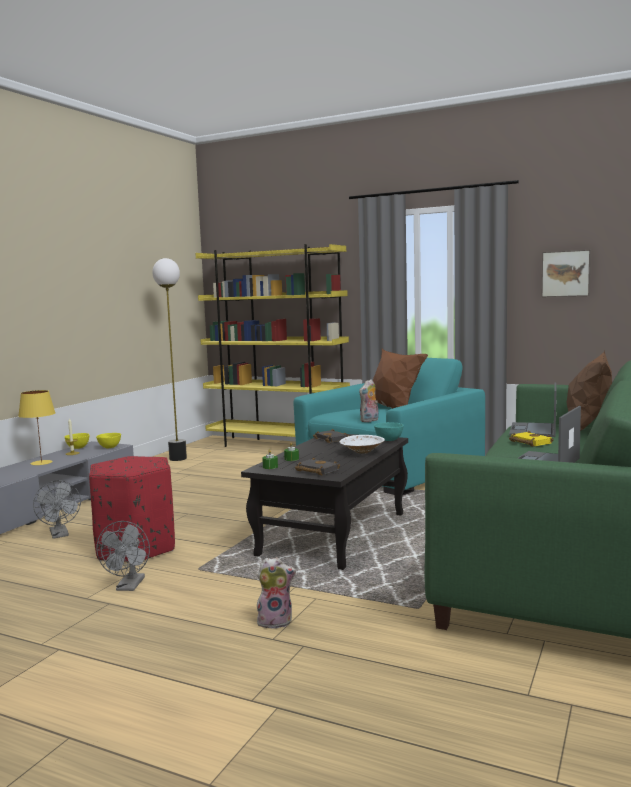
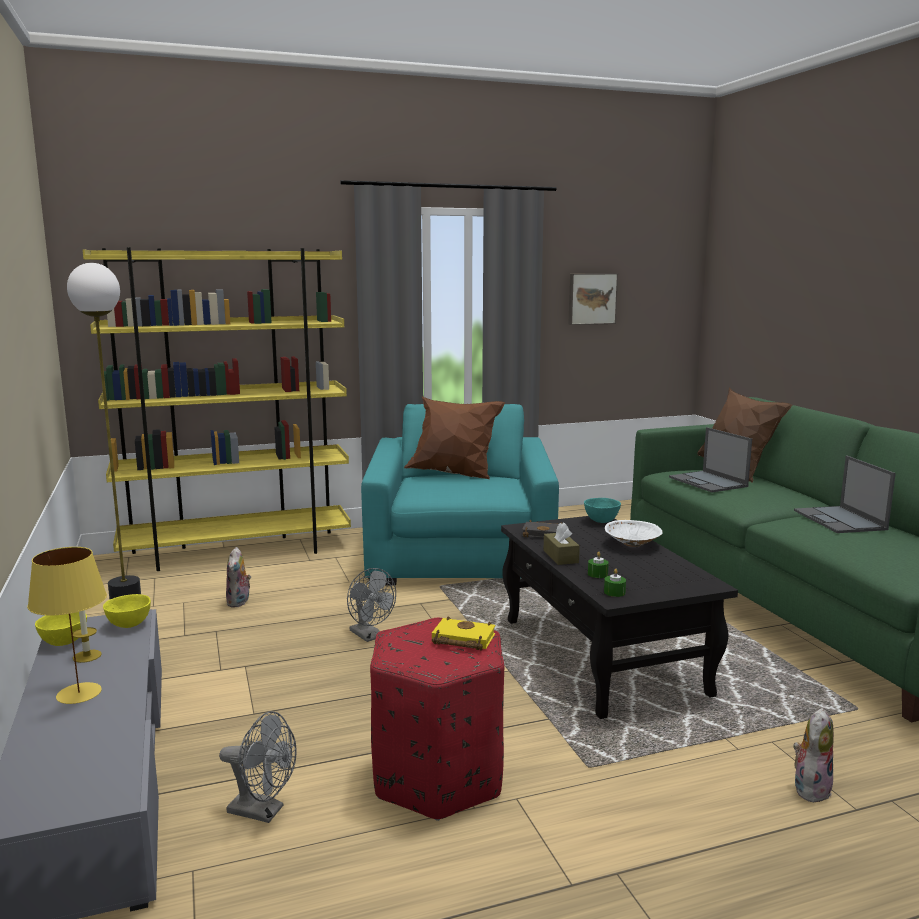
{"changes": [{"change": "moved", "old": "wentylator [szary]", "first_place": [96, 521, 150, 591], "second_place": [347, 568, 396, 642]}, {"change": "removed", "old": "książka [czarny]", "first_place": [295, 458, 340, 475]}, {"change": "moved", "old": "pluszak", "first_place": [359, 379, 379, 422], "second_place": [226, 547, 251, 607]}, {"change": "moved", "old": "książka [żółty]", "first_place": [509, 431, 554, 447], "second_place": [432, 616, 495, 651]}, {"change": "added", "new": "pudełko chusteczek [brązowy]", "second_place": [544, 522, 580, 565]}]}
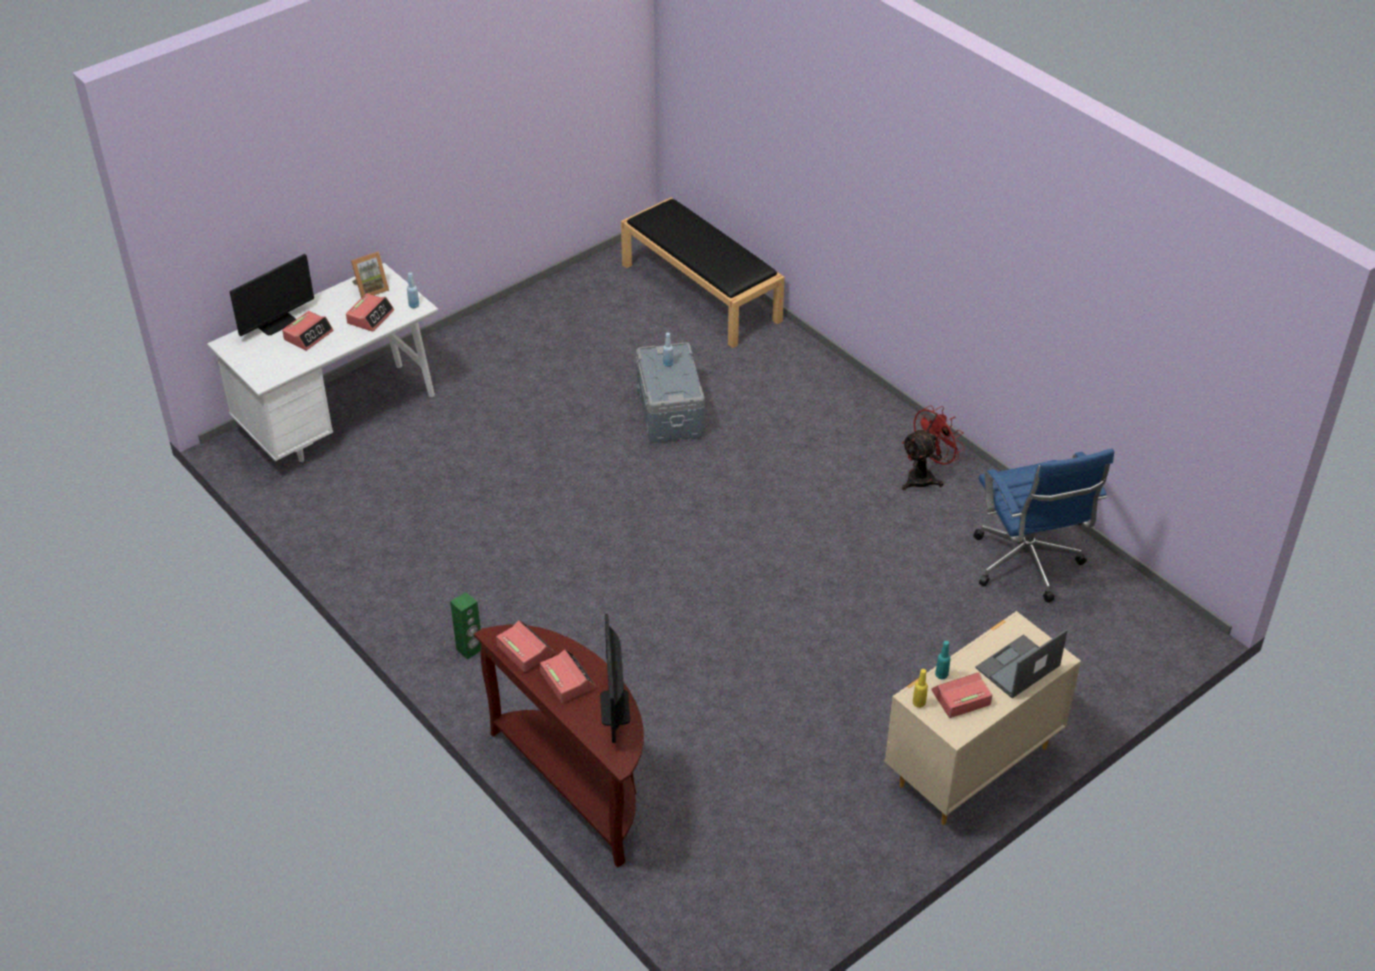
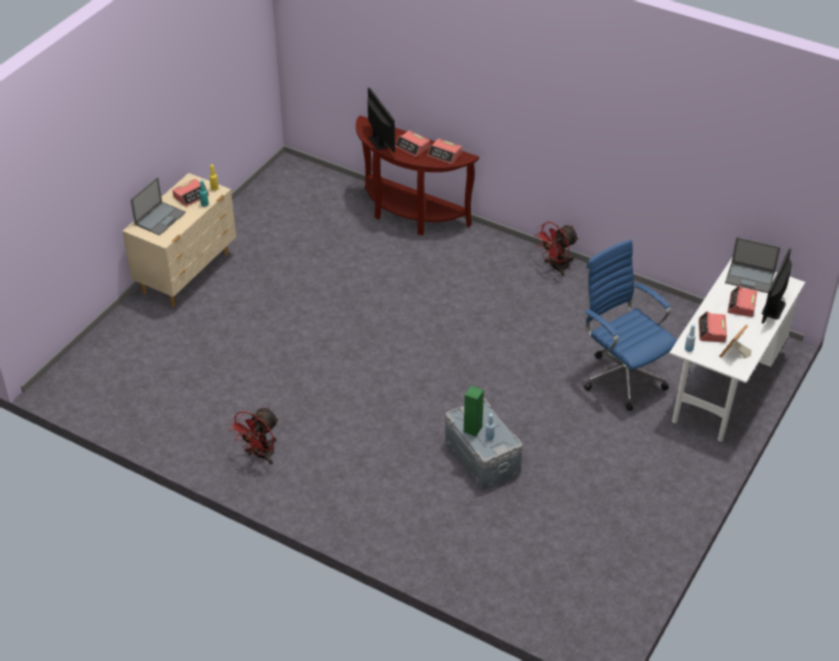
{"changes": [{"change": "moved", "old": "głośnik [zielony]", "first_place": [450, 592, 481, 659], "second_place": [464, 385, 484, 437]}, {"change": "removed", "old": "ławka [czarny]", "first_place": [621, 197, 785, 348]}, {"change": "moved", "old": "krzesło biurowe [niebieski]", "first_place": [973, 449, 1114, 603], "second_place": [583, 239, 677, 411]}, {"change": "added", "new": "wentylator [czerwony]", "second_place": [534, 222, 579, 276]}, {"change": "added", "new": "laptop", "second_place": [725, 237, 781, 293]}]}
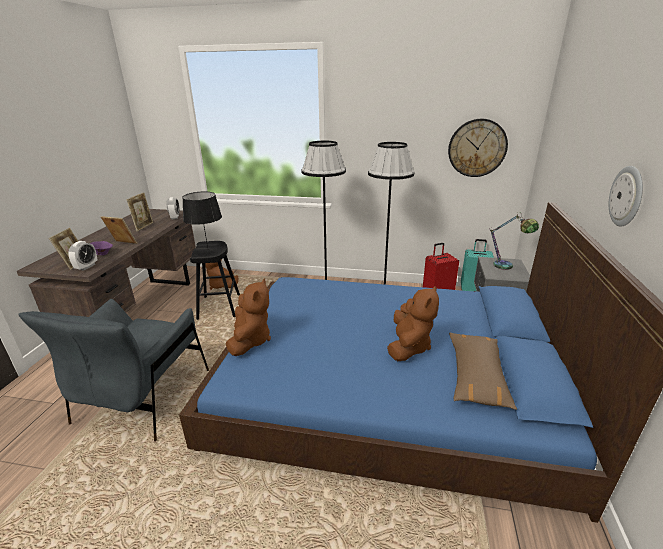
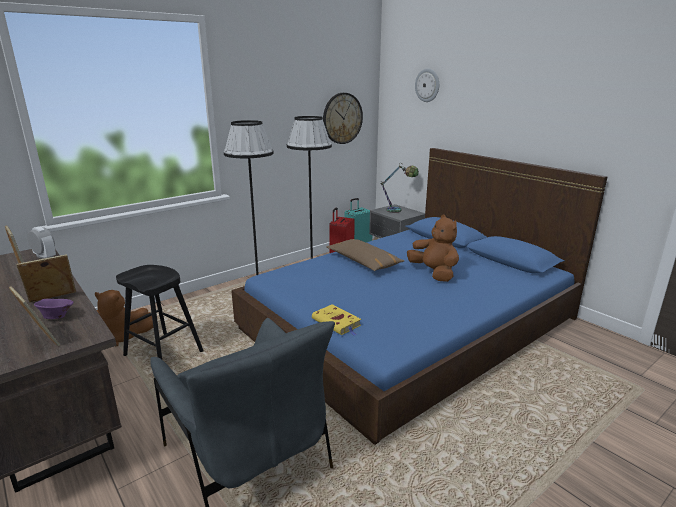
{"changes": [{"change": "removed", "old": "budzik", "first_place": [68, 241, 97, 271]}, {"change": "removed", "old": "lampa stołowa [czarny]", "first_place": [182, 192, 222, 248]}, {"change": "replaced", "old": "pluszak [brązowy]", "new": "książka [żółty]", "first_place": [226, 279, 271, 356], "second_place": [312, 304, 361, 336]}, {"change": "moved", "old": "poduszka [brązowy]", "first_place": [449, 333, 517, 410], "second_place": [326, 239, 404, 271]}, {"change": "moved", "old": "zegar ścienny", "first_place": [609, 166, 643, 227], "second_place": [415, 69, 439, 102]}]}
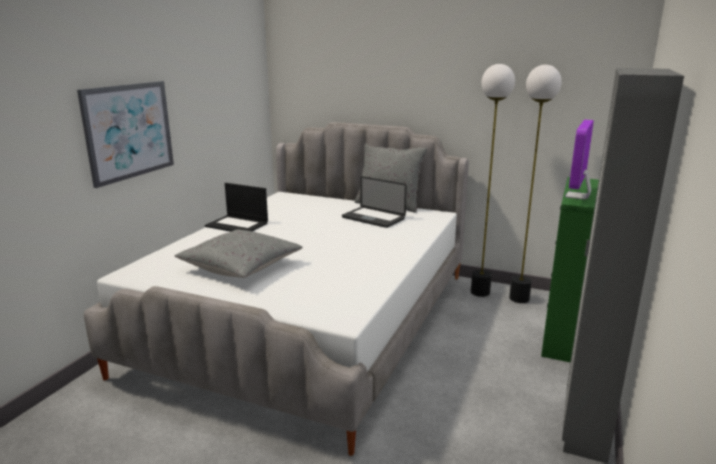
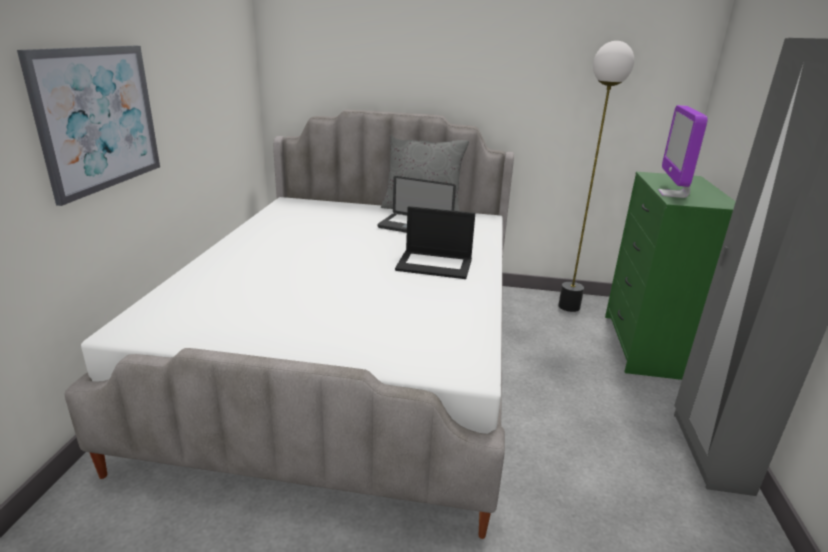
{"changes": [{"change": "removed", "old": "poduszka [szary]", "first_place": [175, 229, 303, 278]}, {"change": "moved", "old": "laptop", "first_place": [205, 183, 268, 232], "second_place": [395, 206, 475, 279]}, {"change": "removed", "old": "lampa stojąca", "first_place": [471, 64, 515, 297]}]}
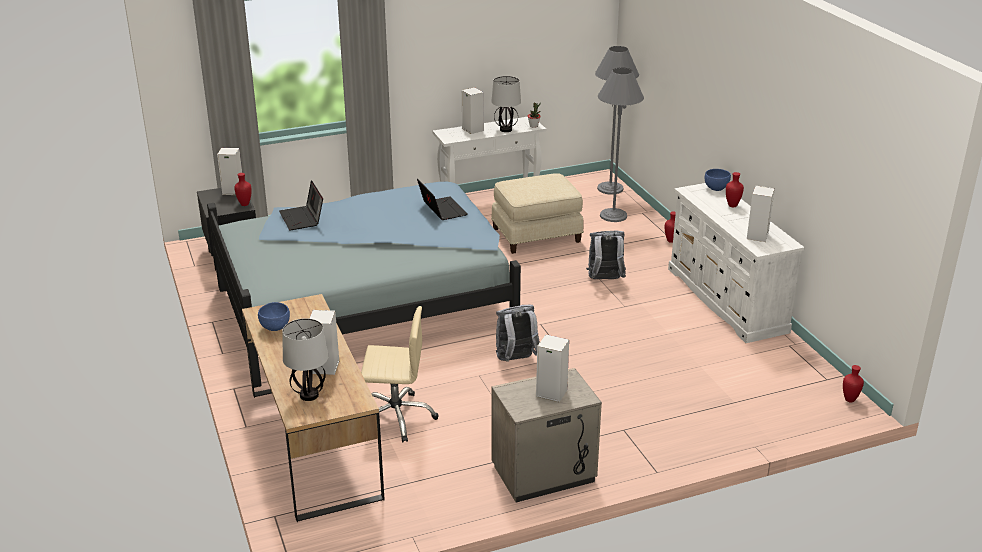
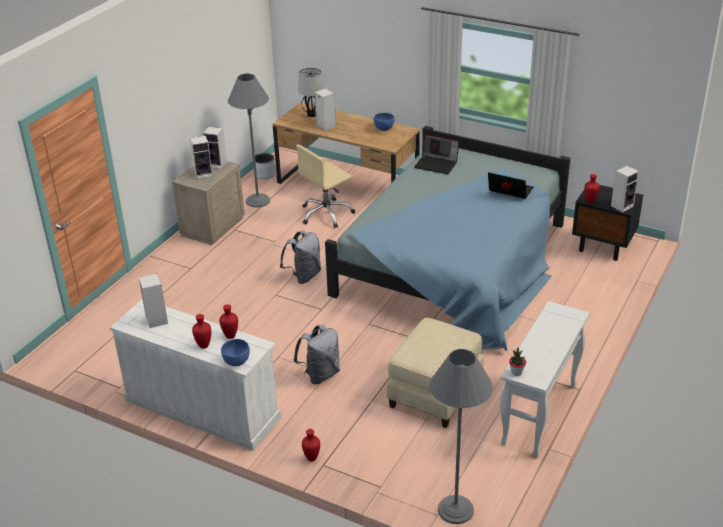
{"changes": [{"change": "moved", "old": "laptop", "first_place": [417, 178, 467, 220], "second_place": [414, 134, 459, 174]}, {"change": "moved", "old": "głośnik", "first_place": [462, 87, 484, 134], "second_place": [203, 127, 227, 169]}, {"change": "removed", "old": "lampa stołowa", "first_place": [491, 76, 521, 132]}, {"change": "moved", "old": "lampa stojąca [szary]", "first_place": [598, 67, 644, 222], "second_place": [228, 74, 270, 208]}, {"change": "moved", "old": "wazon [czerwony]", "first_place": [843, 365, 864, 402], "second_place": [219, 304, 238, 339]}, {"change": "added", "new": "donica [szary]", "second_place": [253, 153, 276, 179]}]}
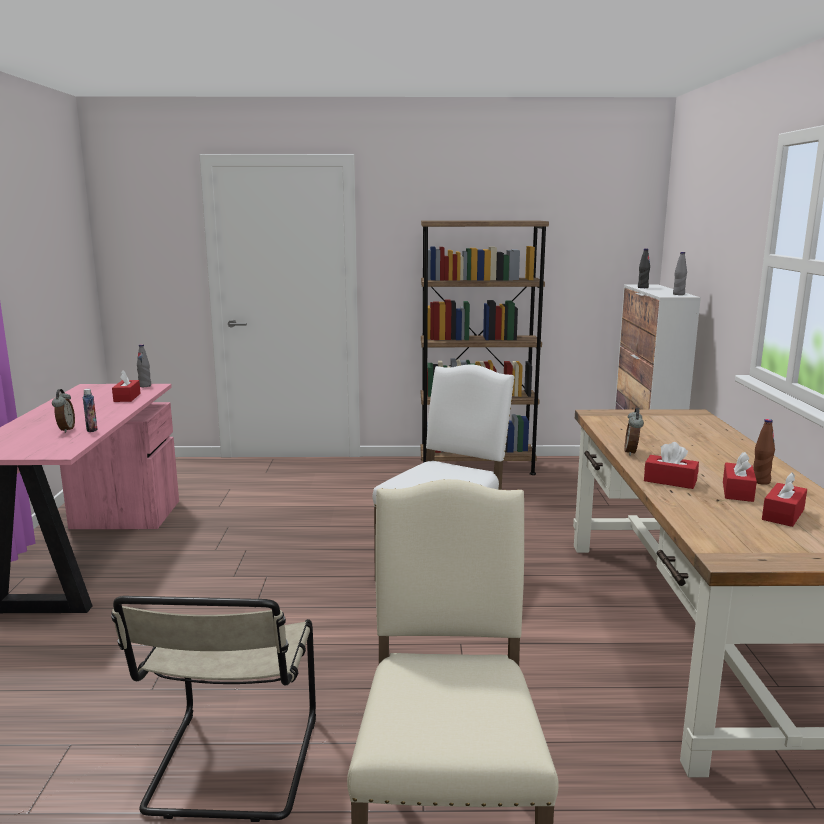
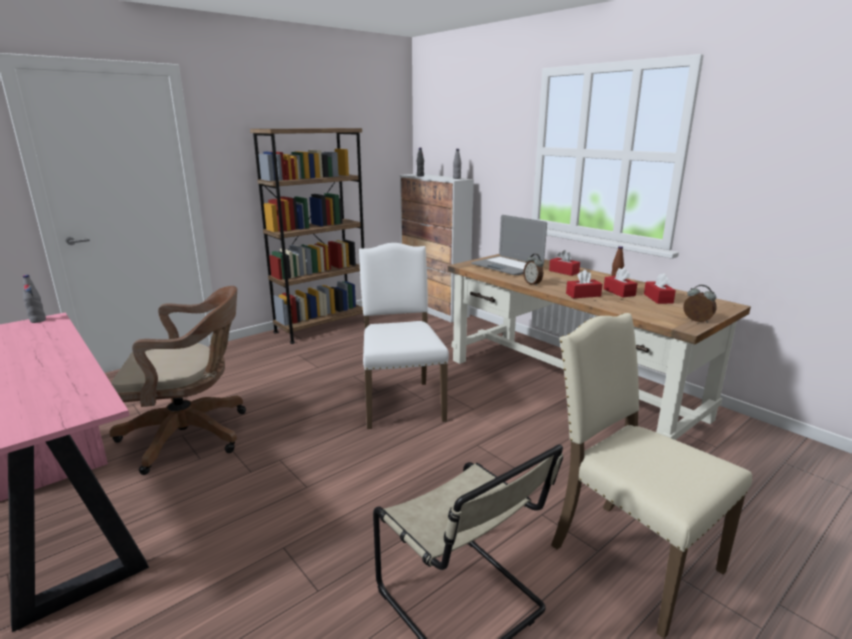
{"changes": [{"change": "moved", "old": "budzik", "first_place": [52, 389, 75, 433], "second_place": [683, 285, 717, 323]}, {"change": "removed", "old": "butelka", "first_place": [83, 389, 97, 432]}, {"change": "moved", "old": "pudełko chusteczek [czerwony]", "first_place": [112, 371, 141, 402], "second_place": [549, 250, 580, 276]}, {"change": "added", "new": "krzesło biurowe [brązowy]", "second_place": [110, 286, 246, 475]}, {"change": "added", "new": "laptop", "second_place": [471, 215, 547, 275]}]}
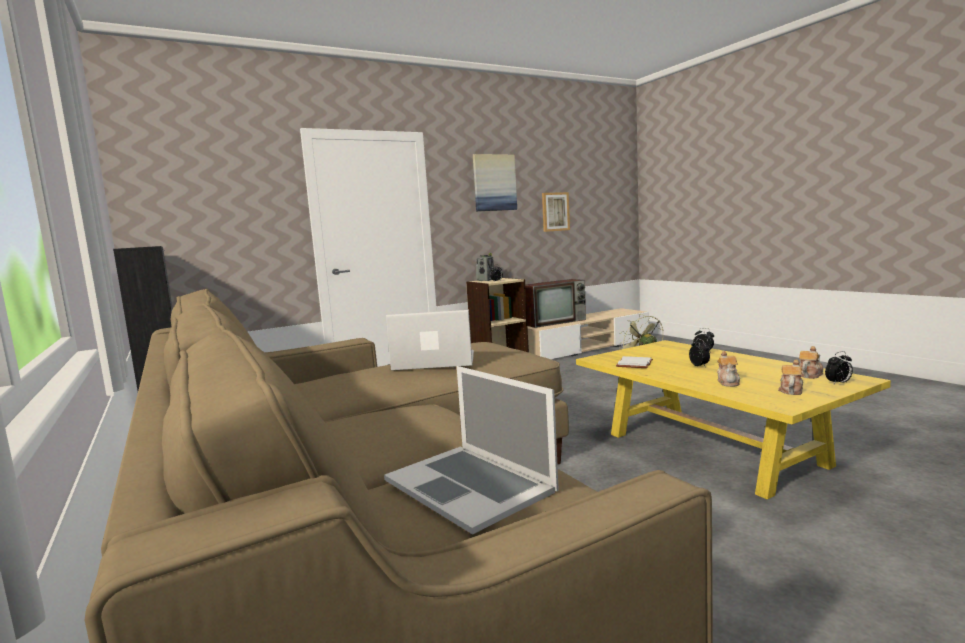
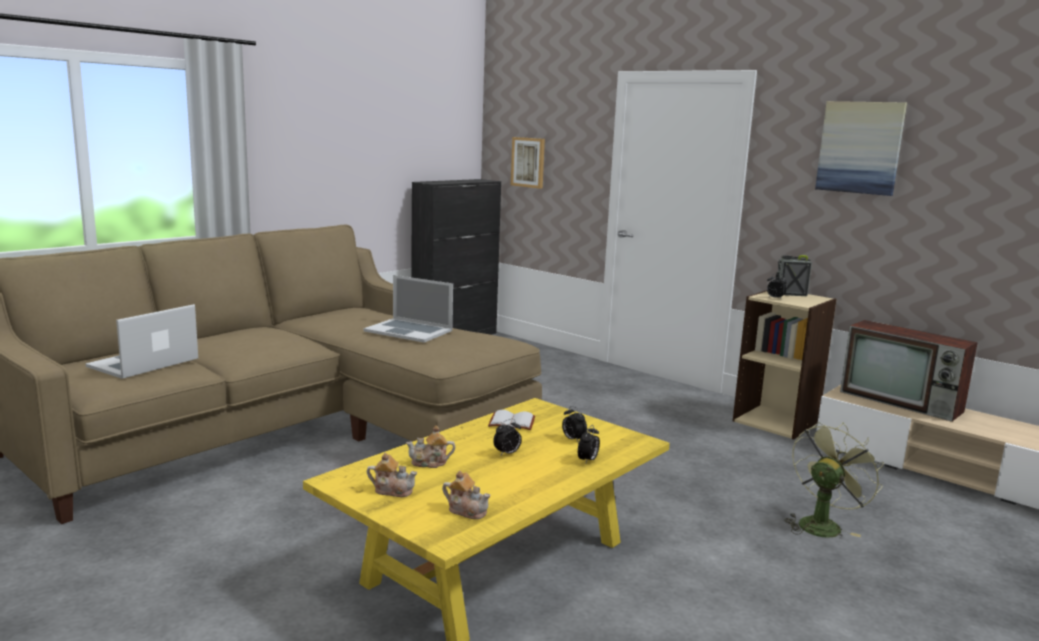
{"changes": [{"change": "turned", "old": "laptop", "first_place": [386, 310, 474, 370], "second_place": [364, 275, 453, 343], "degrees": 135}, {"change": "moved", "old": "obraz", "first_place": [542, 192, 570, 232], "second_place": [511, 137, 545, 189]}, {"change": "moved", "old": "budzik", "first_place": [825, 351, 853, 384], "second_place": [562, 406, 587, 442]}]}
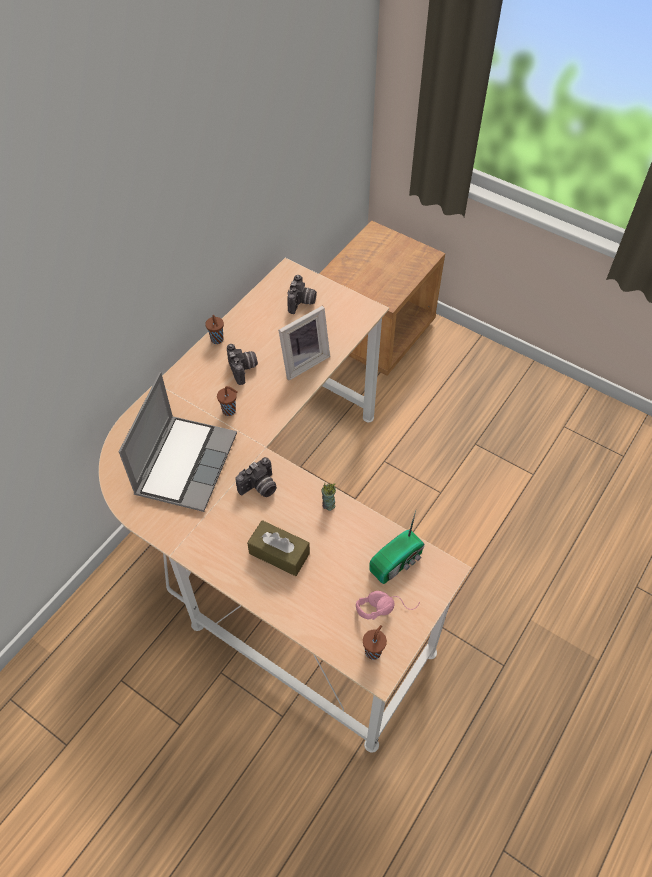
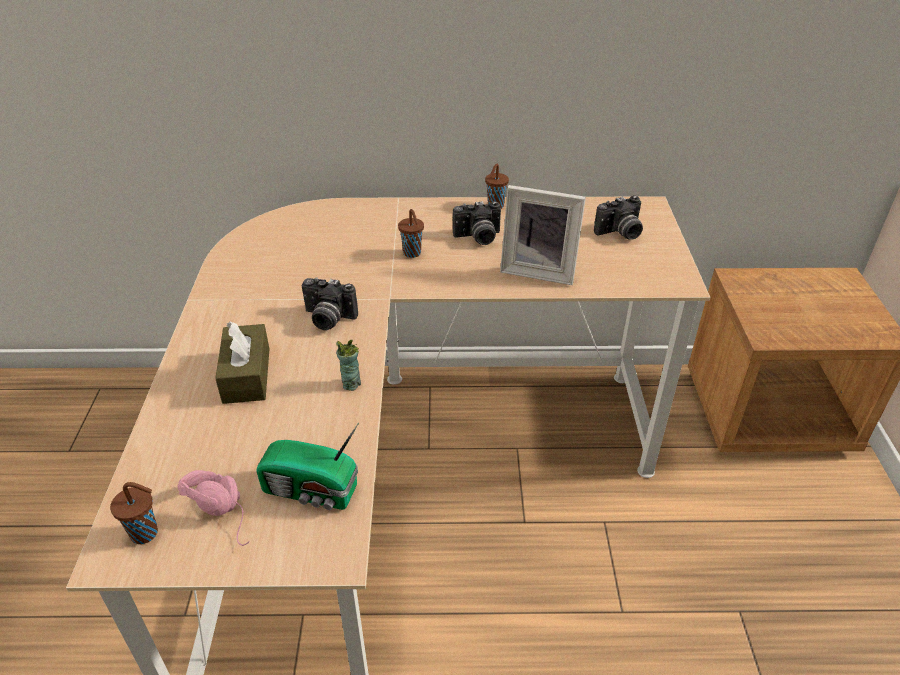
{"changes": [{"change": "removed", "old": "laptop", "first_place": [119, 372, 237, 512]}, {"change": "turned", "old": "aparat fotograficzny", "first_place": [227, 344, 258, 385], "second_place": [453, 201, 501, 245], "degrees": 45}]}
